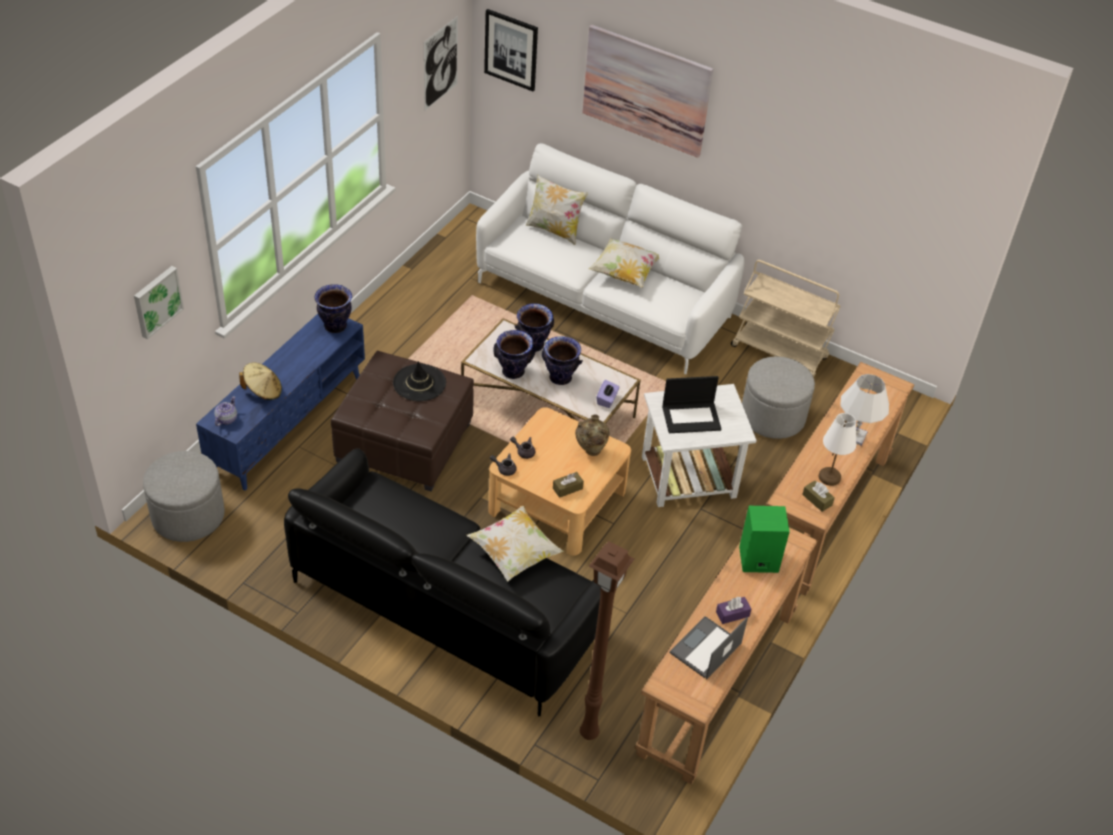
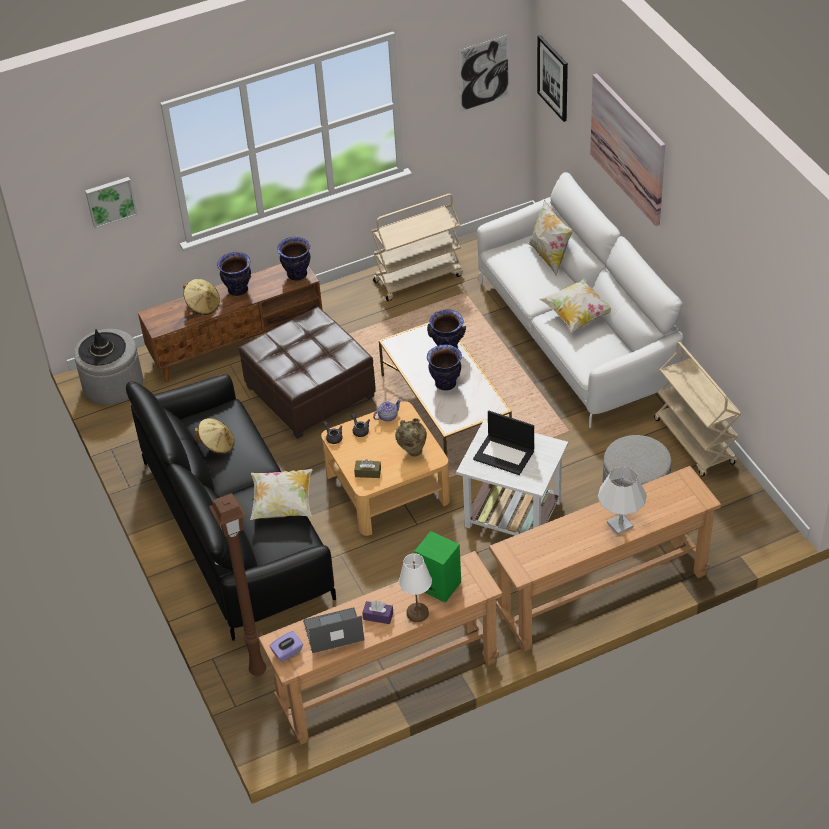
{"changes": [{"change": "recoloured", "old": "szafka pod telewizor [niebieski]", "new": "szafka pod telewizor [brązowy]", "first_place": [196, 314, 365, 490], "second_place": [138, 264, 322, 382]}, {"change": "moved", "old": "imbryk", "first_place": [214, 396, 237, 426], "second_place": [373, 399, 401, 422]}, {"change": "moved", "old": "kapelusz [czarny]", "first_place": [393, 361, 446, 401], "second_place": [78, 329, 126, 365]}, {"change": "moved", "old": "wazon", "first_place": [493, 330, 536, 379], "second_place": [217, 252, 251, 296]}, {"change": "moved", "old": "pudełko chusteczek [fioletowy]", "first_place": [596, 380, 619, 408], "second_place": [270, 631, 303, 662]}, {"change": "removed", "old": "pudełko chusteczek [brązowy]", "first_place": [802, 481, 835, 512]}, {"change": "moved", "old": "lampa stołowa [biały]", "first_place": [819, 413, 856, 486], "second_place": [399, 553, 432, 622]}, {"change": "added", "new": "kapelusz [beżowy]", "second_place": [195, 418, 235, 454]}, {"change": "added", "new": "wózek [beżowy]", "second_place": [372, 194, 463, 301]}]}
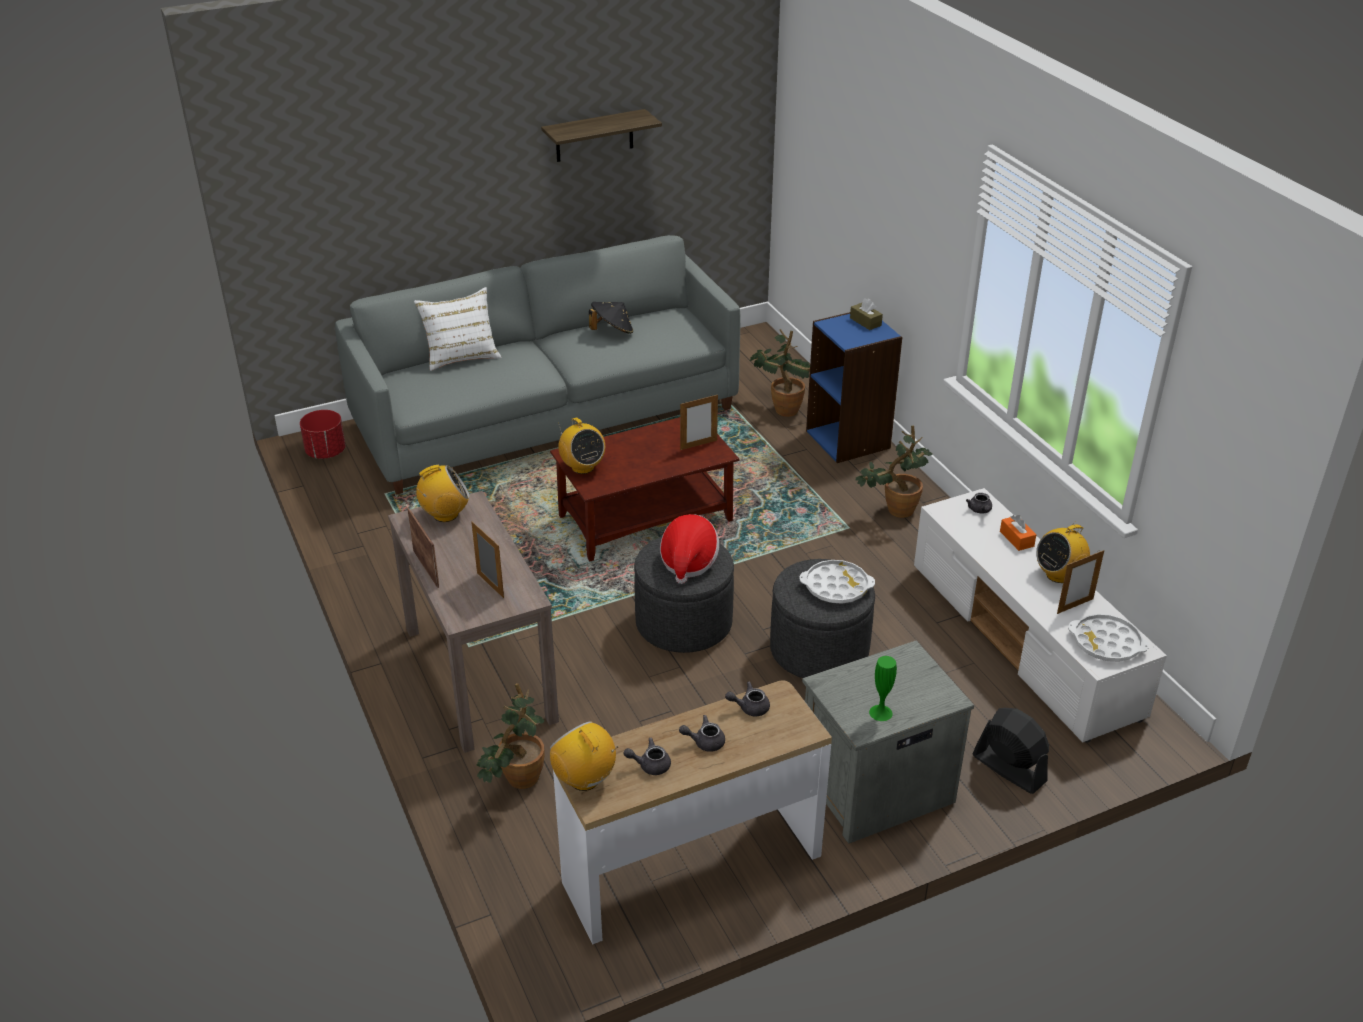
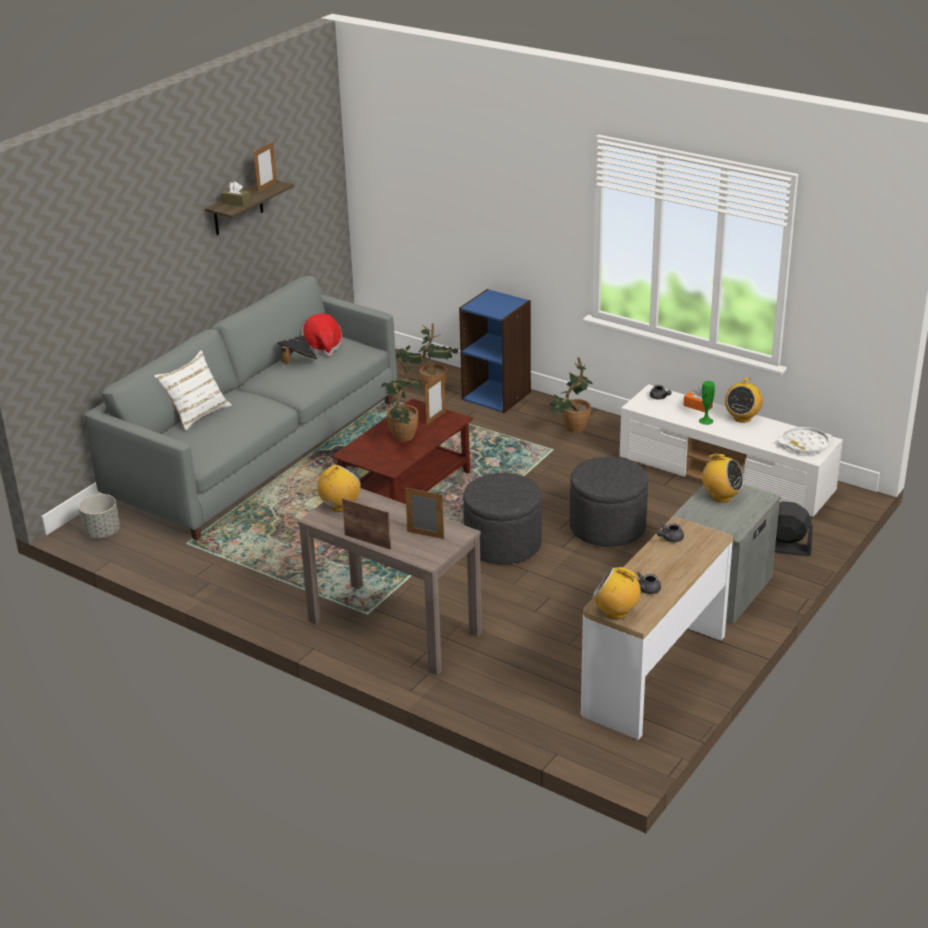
{"changes": [{"change": "recoloured", "old": "donica [czerwony]", "new": "donica [szary]", "first_place": [300, 410, 346, 459], "second_place": [78, 494, 120, 538]}, {"change": "moved", "old": "roślina doniczkowa", "first_place": [476, 683, 545, 789], "second_place": [381, 359, 421, 442]}, {"change": "moved", "old": "radio", "first_place": [558, 418, 605, 474], "second_place": [700, 454, 744, 502]}, {"change": "moved", "old": "kapelusz", "first_place": [660, 514, 719, 584], "second_place": [302, 314, 342, 357]}, {"change": "removed", "old": "imbryk [szary]", "first_place": [679, 715, 725, 752]}, {"change": "removed", "old": "taca [biały]", "first_place": [799, 560, 875, 604]}, {"change": "moved", "old": "pudełko chusteczek [brązowy]", "first_place": [850, 298, 883, 330], "second_place": [221, 182, 251, 207]}, {"change": "moved", "old": "wazon [zielony]", "first_place": [869, 656, 897, 721], "second_place": [699, 381, 715, 425]}, {"change": "moved", "old": "ramka na zdjęcie", "first_place": [1057, 550, 1104, 614], "second_place": [254, 142, 277, 192]}]}
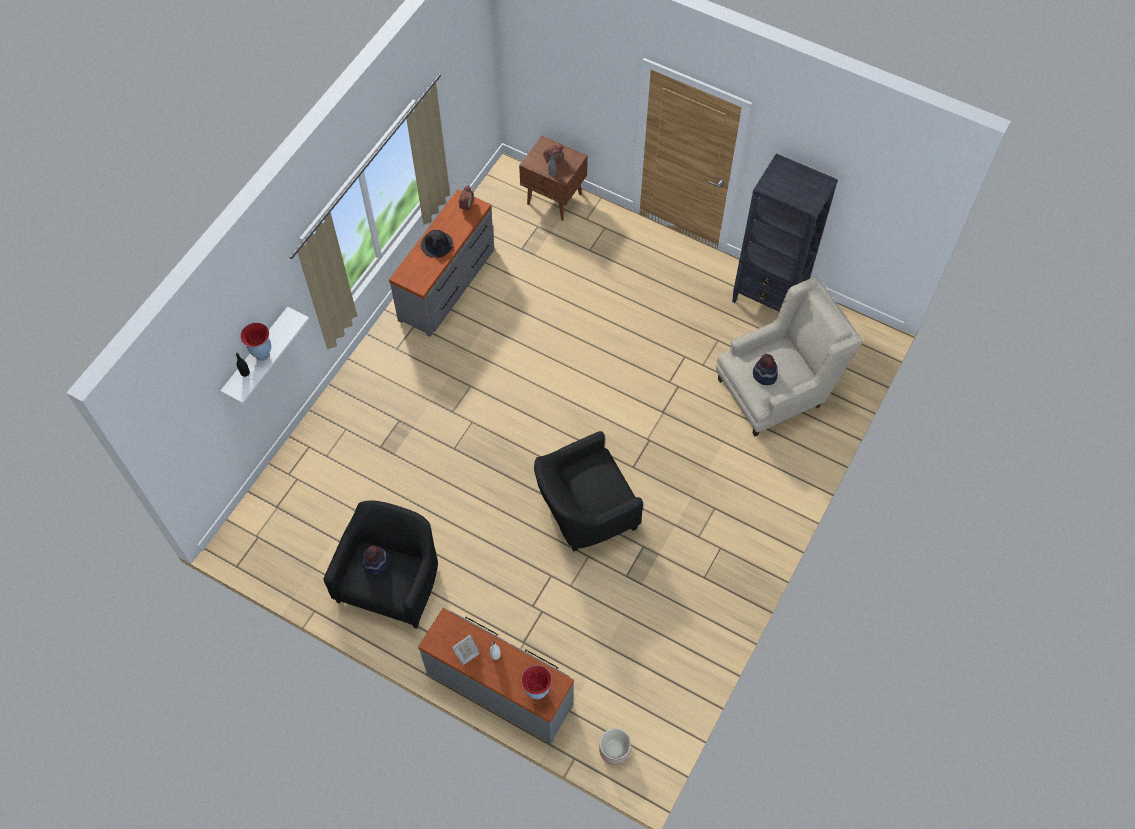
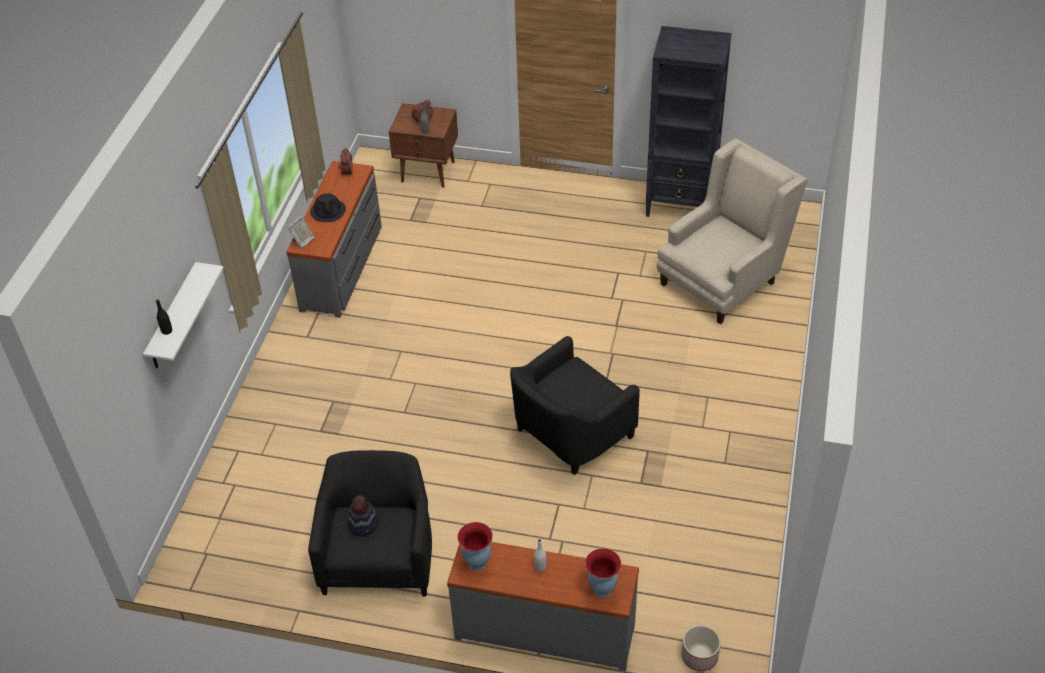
{"changes": [{"change": "moved", "old": "wazon", "first_place": [240, 323, 271, 361], "second_place": [457, 522, 493, 571]}, {"change": "moved", "old": "ramka na zdjęcie", "first_place": [452, 635, 480, 665], "second_place": [287, 216, 315, 248]}, {"change": "removed", "old": "kapelusz", "first_place": [753, 354, 777, 385]}]}
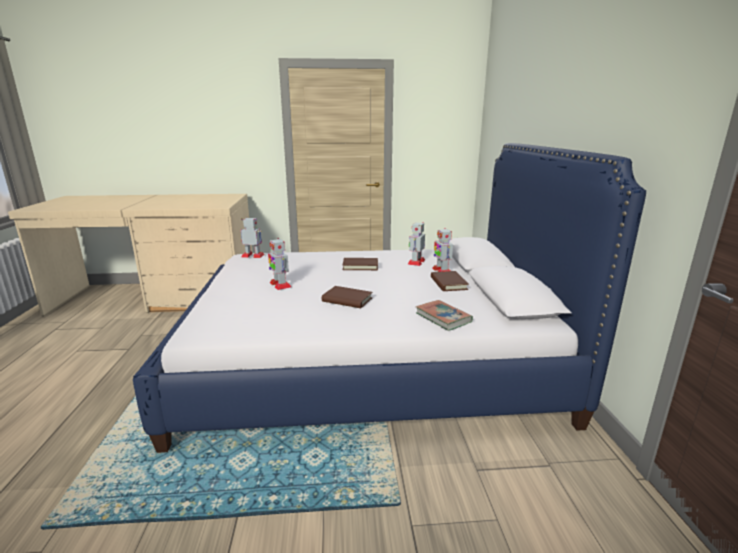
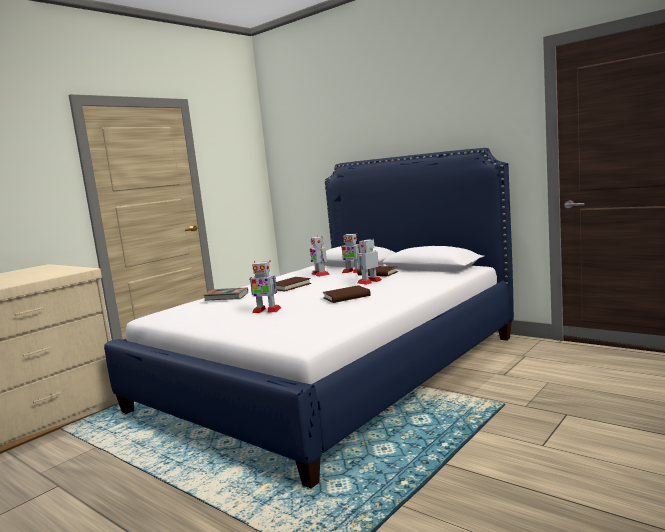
{"changes": [{"change": "moved", "old": "robot zabawkowy", "first_place": [240, 218, 265, 258], "second_place": [357, 238, 382, 285]}, {"change": "moved", "old": "książka", "first_place": [416, 300, 473, 331], "second_place": [204, 287, 248, 301]}]}
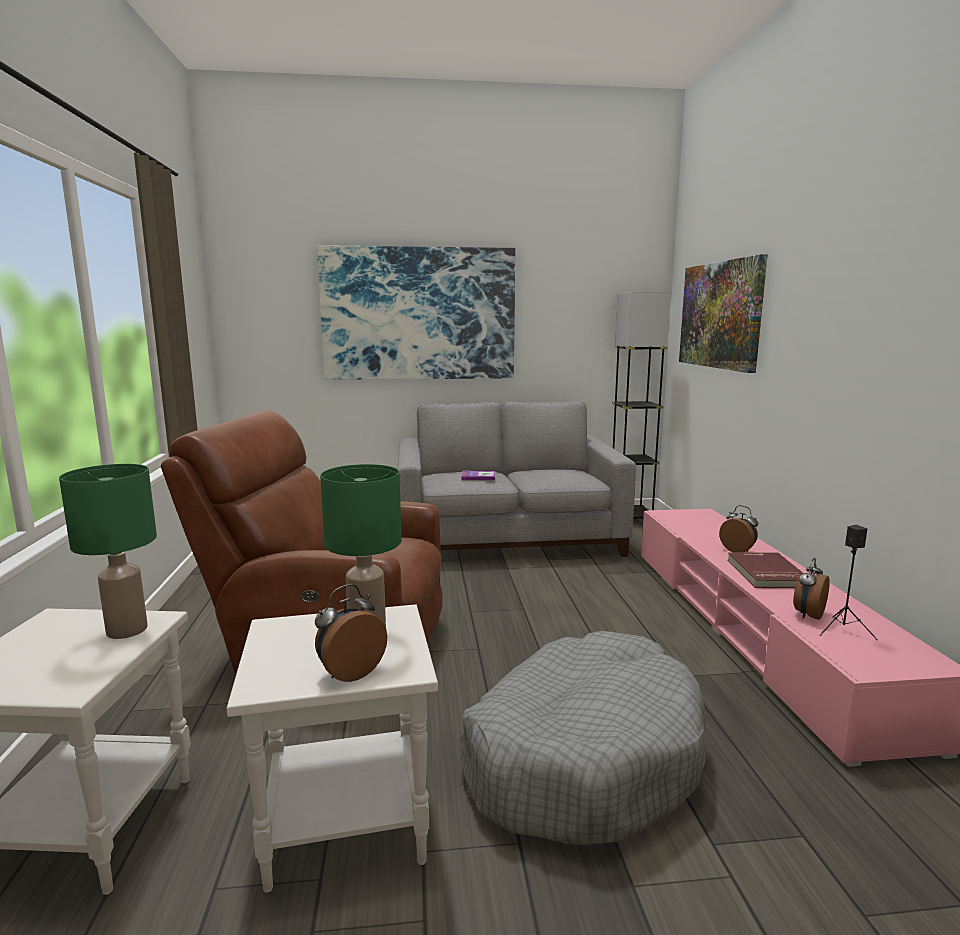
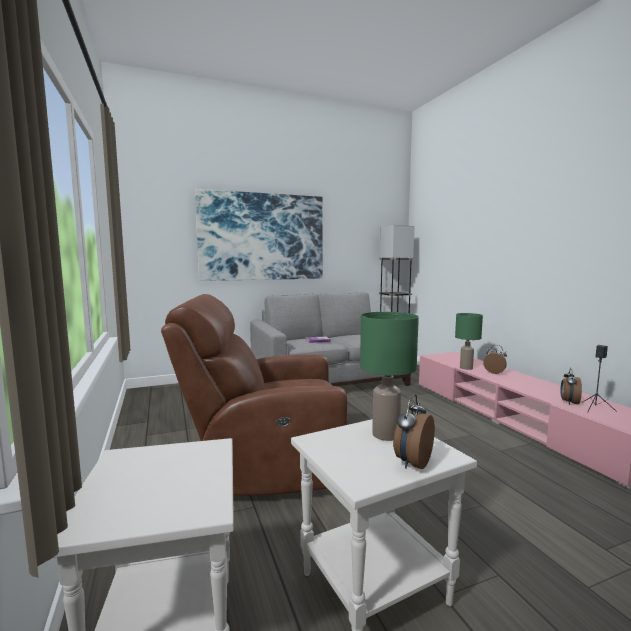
{"changes": [{"change": "moved", "old": "lampa stołowa [zielony]", "first_place": [59, 464, 157, 639], "second_place": [455, 313, 483, 370]}, {"change": "removed", "old": "legowisko [szary]", "first_place": [460, 631, 707, 845]}, {"change": "removed", "old": "obraz", "first_place": [679, 254, 768, 373]}, {"change": "removed", "old": "książka [czerwony]", "first_place": [728, 552, 803, 588]}]}
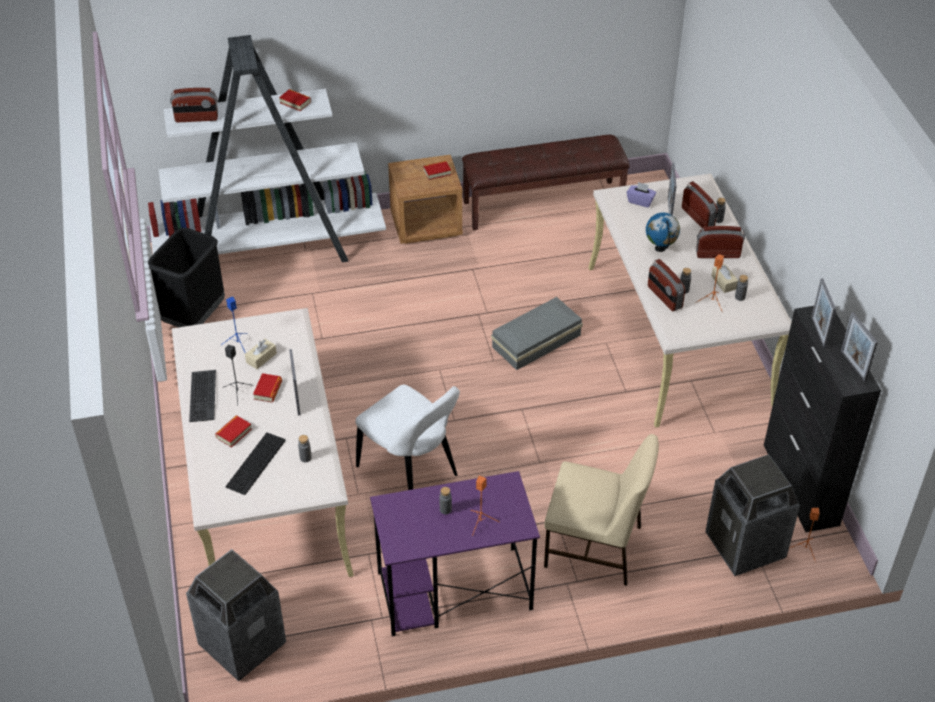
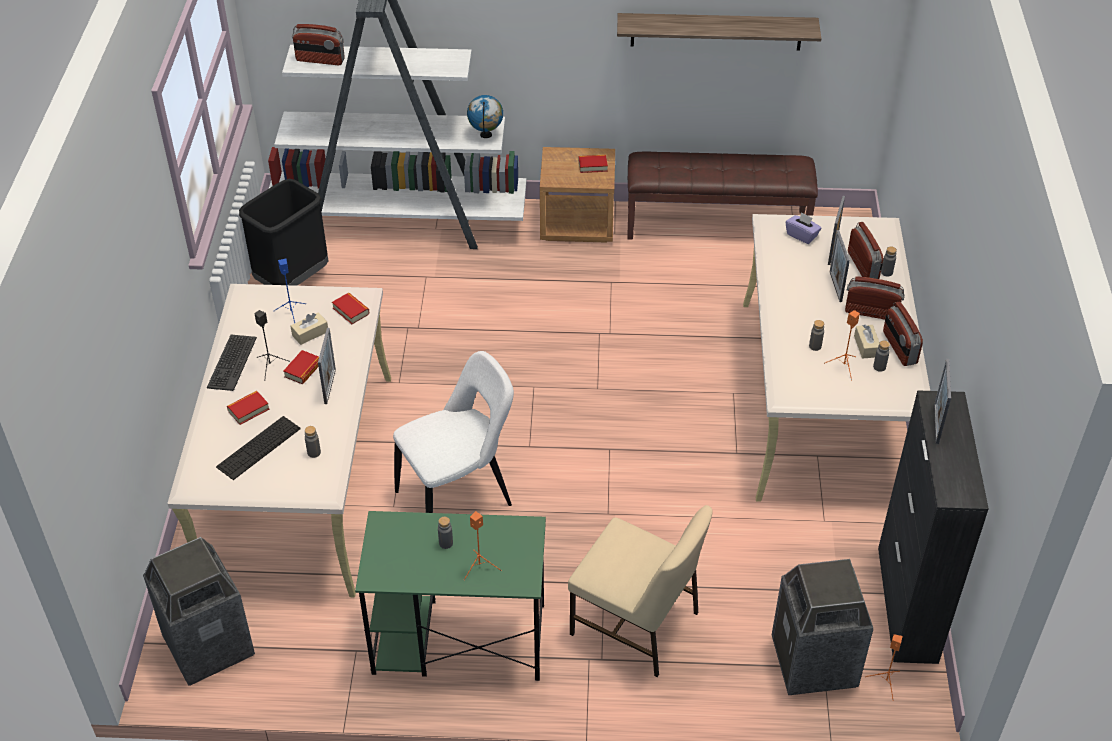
{"changes": [{"change": "moved", "old": "książka", "first_place": [279, 89, 311, 111], "second_place": [332, 293, 370, 324]}, {"change": "turned", "old": "krzesło [biały]", "first_place": [355, 384, 460, 490], "second_place": [393, 351, 514, 513], "degrees": -90}, {"change": "recoloured", "old": "biurko [fioletowy]", "new": "biurko [zielony]", "first_place": [370, 471, 540, 636], "second_place": [355, 511, 546, 681]}, {"change": "removed", "old": "pojemnik do przechowywania [szary]", "first_place": [491, 297, 583, 370]}, {"change": "moved", "old": "globus", "first_place": [646, 212, 680, 252], "second_place": [467, 95, 503, 138]}, {"change": "moved", "old": "radio", "first_place": [648, 259, 685, 311], "second_place": [883, 302, 923, 366]}, {"change": "moved", "old": "ramka na zdjęcie", "first_place": [841, 312, 878, 382], "second_place": [830, 230, 850, 302]}, {"change": "added", "new": "półka", "second_place": [617, 13, 822, 51]}]}
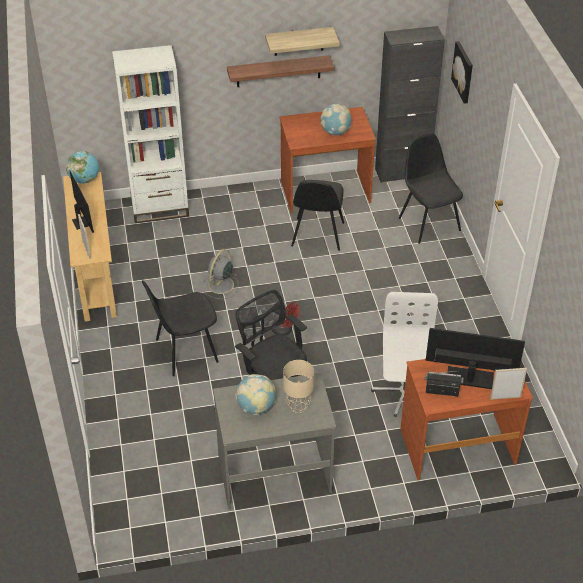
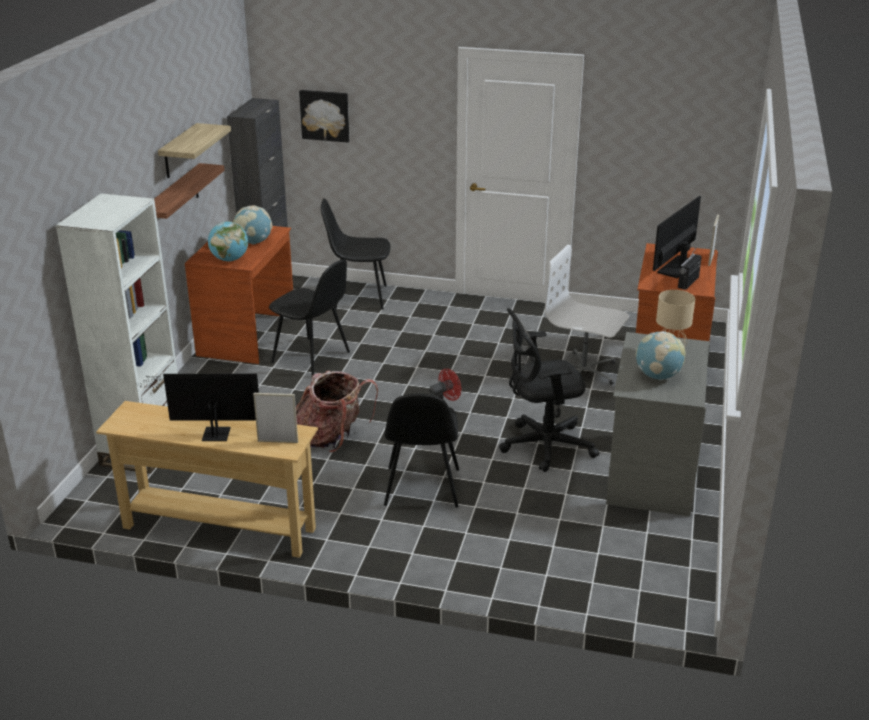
{"changes": [{"change": "moved", "old": "globus", "first_place": [66, 151, 99, 184], "second_place": [208, 221, 248, 262]}, {"change": "replaced", "old": "wentylator [szary]", "new": "plecak", "first_place": [202, 249, 238, 299], "second_place": [296, 370, 378, 453]}]}
